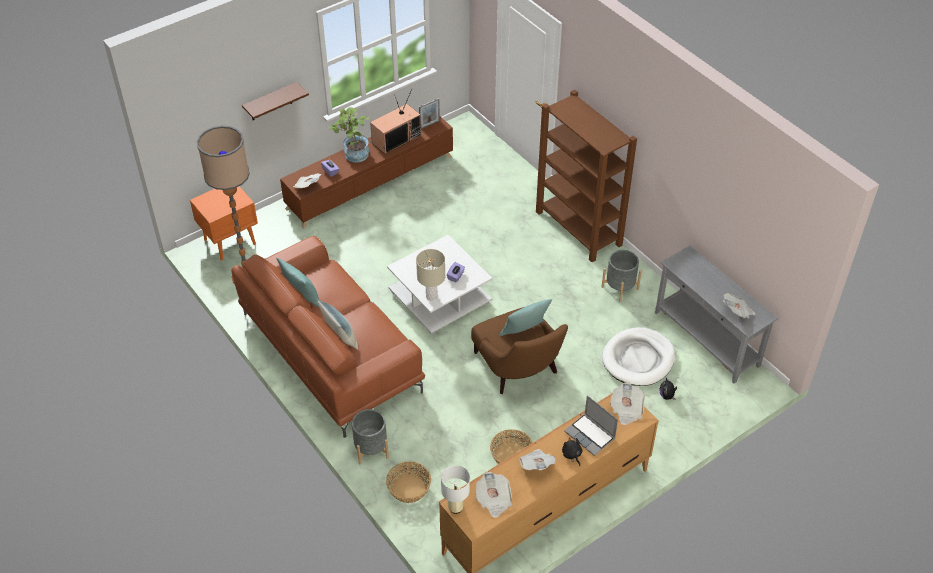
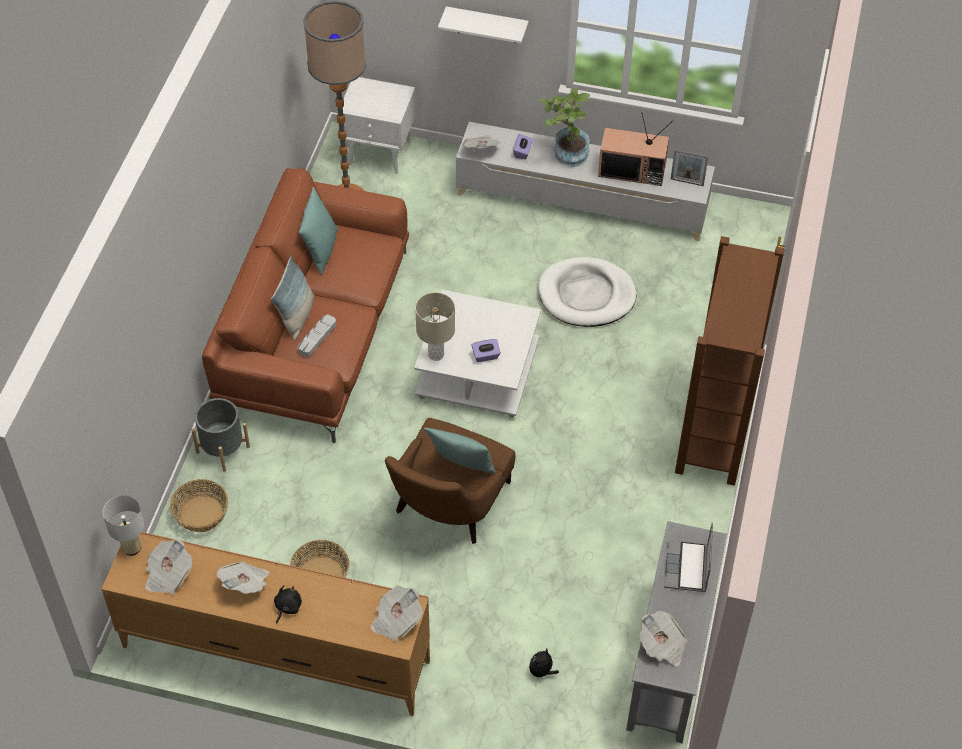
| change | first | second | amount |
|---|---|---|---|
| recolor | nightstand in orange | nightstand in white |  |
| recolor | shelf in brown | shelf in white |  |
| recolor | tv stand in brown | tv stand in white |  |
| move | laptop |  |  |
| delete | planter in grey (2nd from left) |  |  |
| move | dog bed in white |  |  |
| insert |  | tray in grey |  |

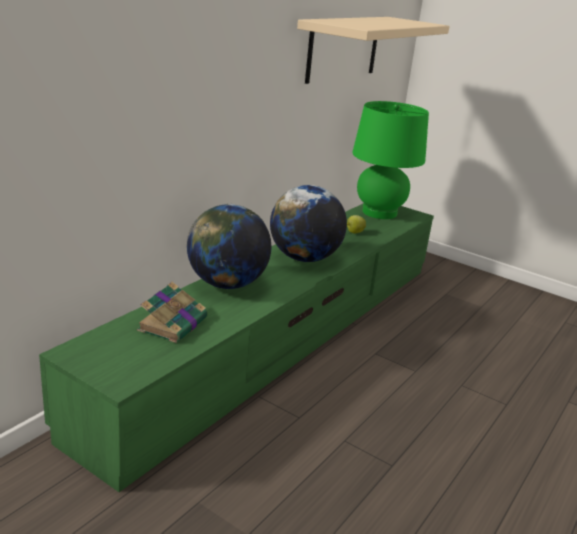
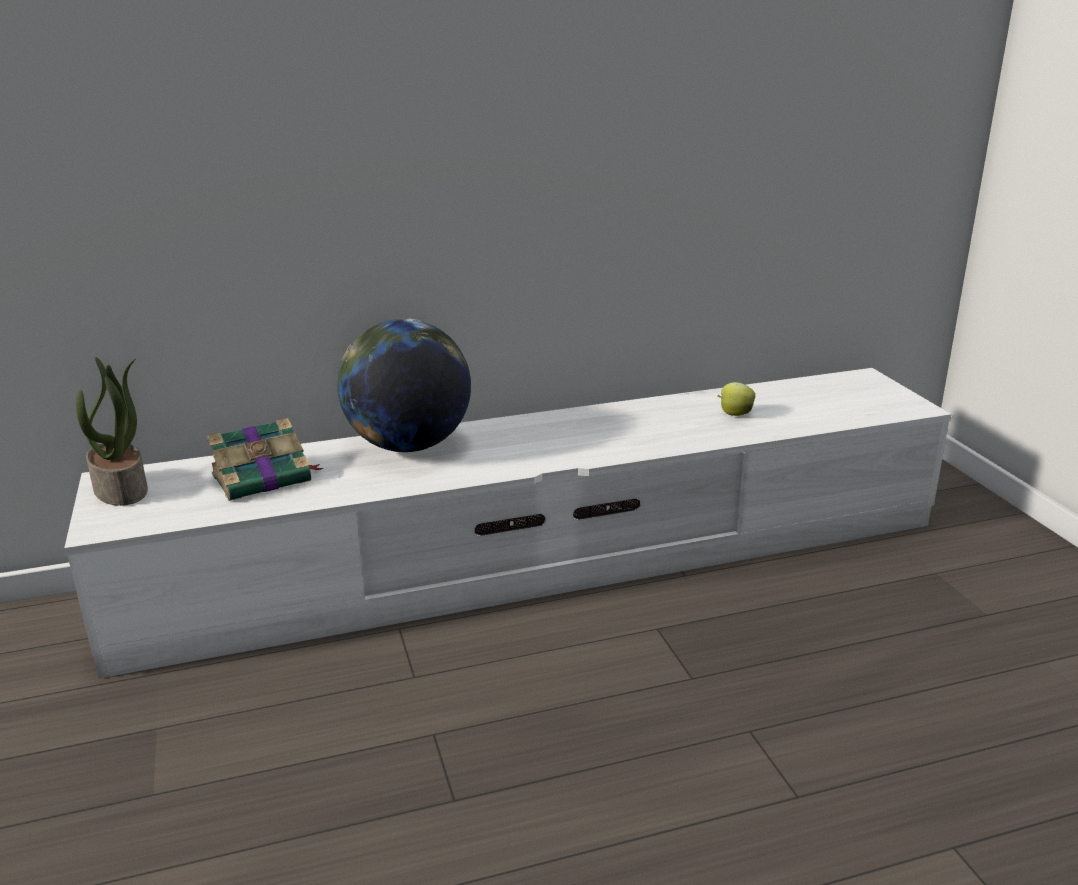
| change | first | second | amount |
|---|---|---|---|
| recolor | tv stand in green | tv stand in white |  |
| delete | globe (2nd from left) |  |  |
| delete | shelf in beige |  |  |
| delete | table lamp in green |  |  |
| insert |  | potted plant |  |

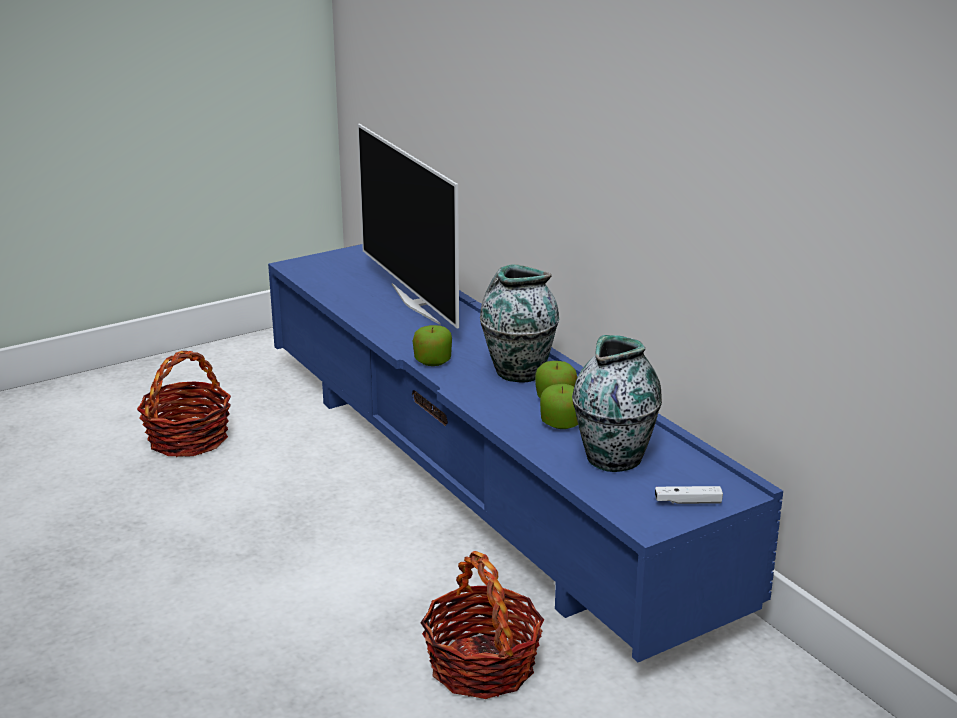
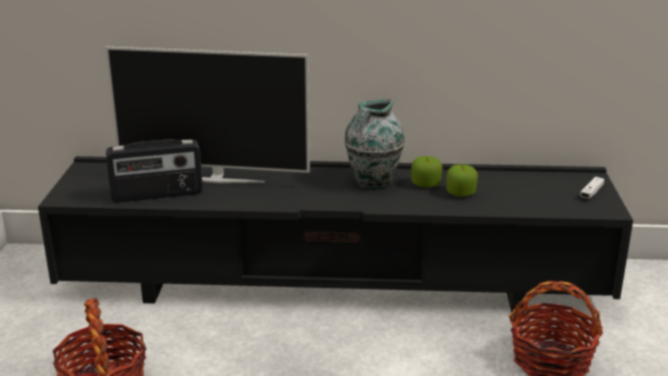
| change | first | second | amount |
|---|---|---|---|
| recolor | tv stand in blue | tv stand in black |  |
| delete | apple (1st from left) |  |  |
| delete | vase (2nd from left) |  |  |
| insert |  | radio |  |

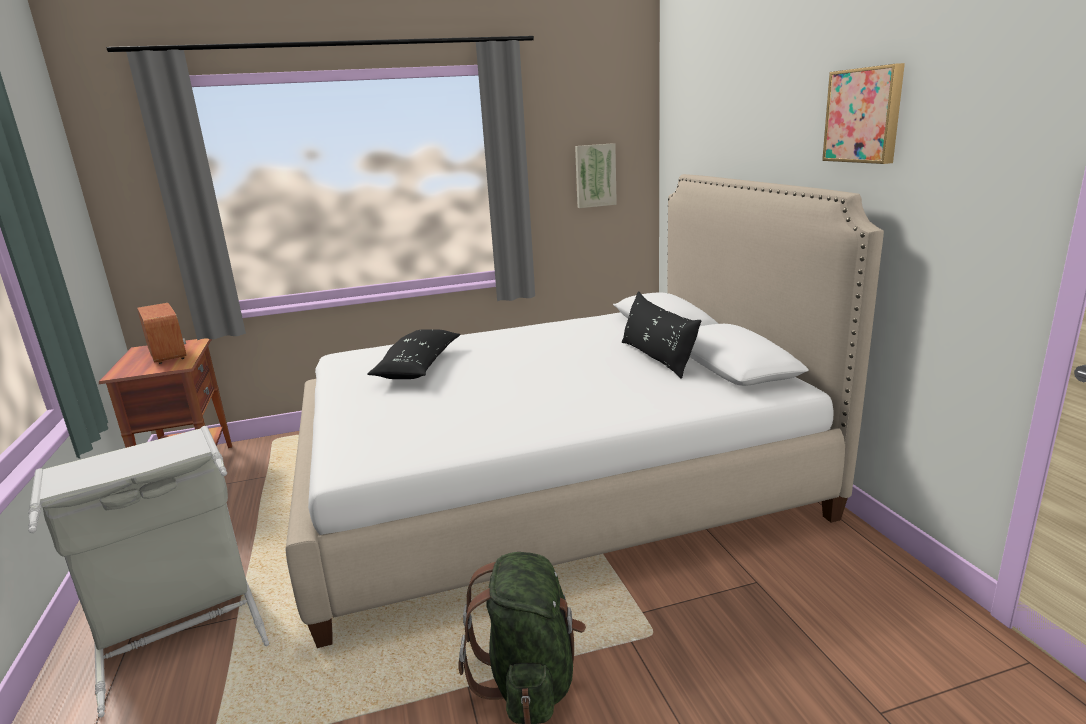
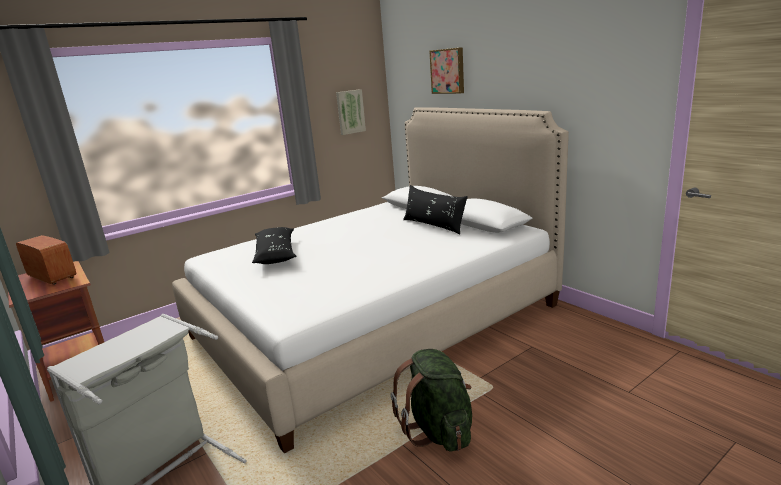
| change | first | second | amount |
|---|---|---|---|
| move | picture (2nd from left) |  |  |

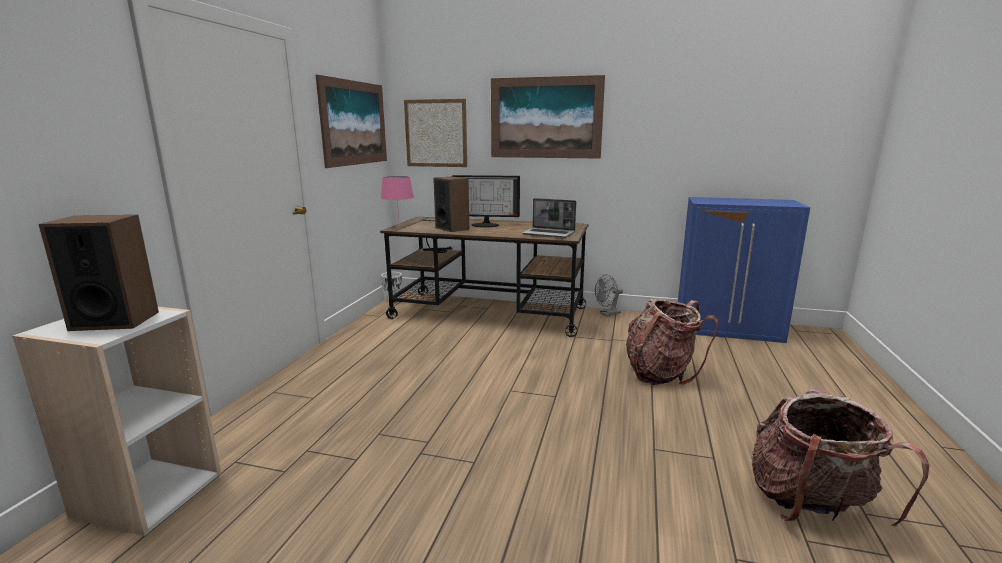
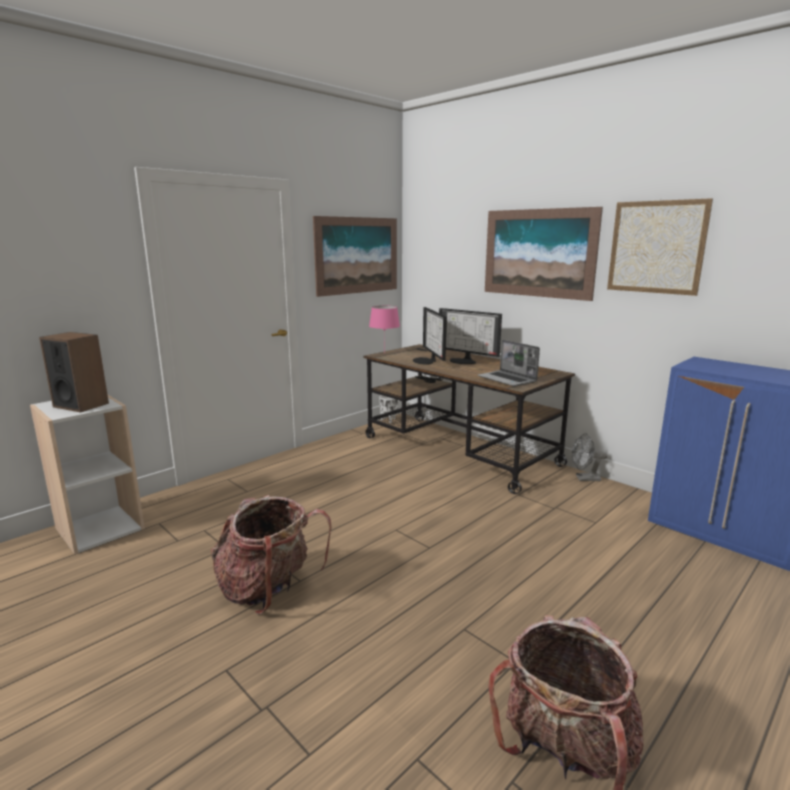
| change | first | second | amount |
|---|---|---|---|
| move | picture (2nd from left in the first image) | picture (3rd from left) |  |
| replace | speaker (2nd from left) | monitor (1st from left) |  |
| move | backpack (1st from left) |  |  |

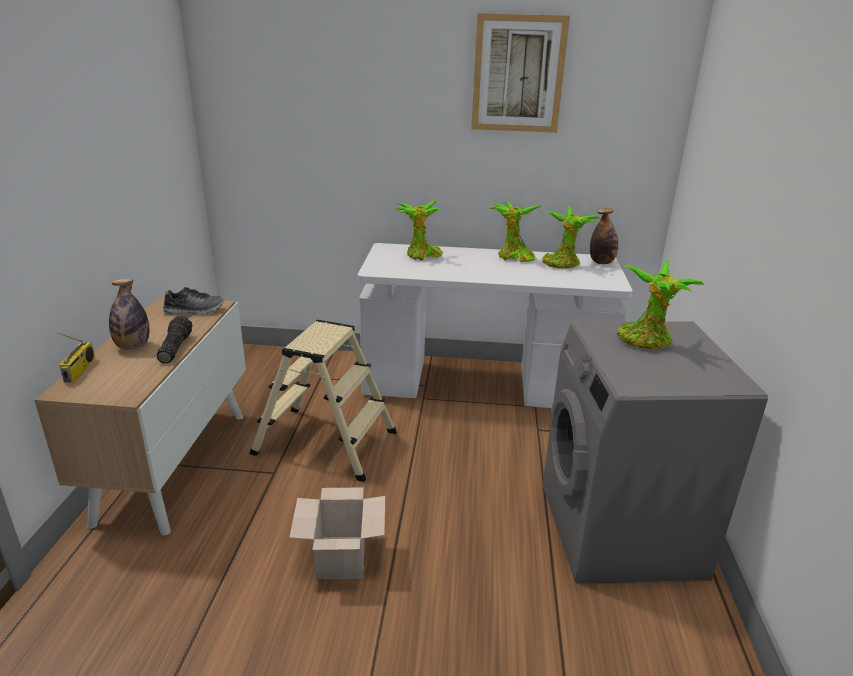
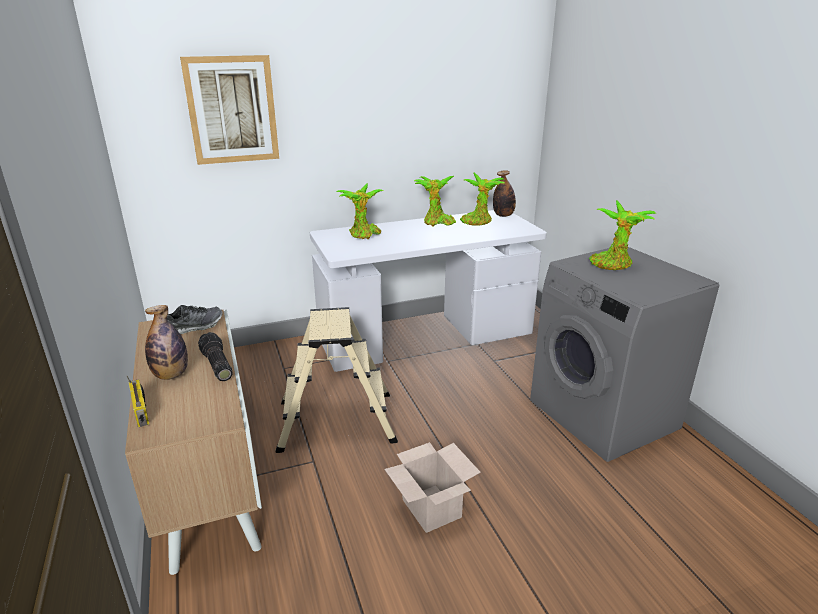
| change | first | second | amount |
|---|---|---|---|
| move | picture |  |  |

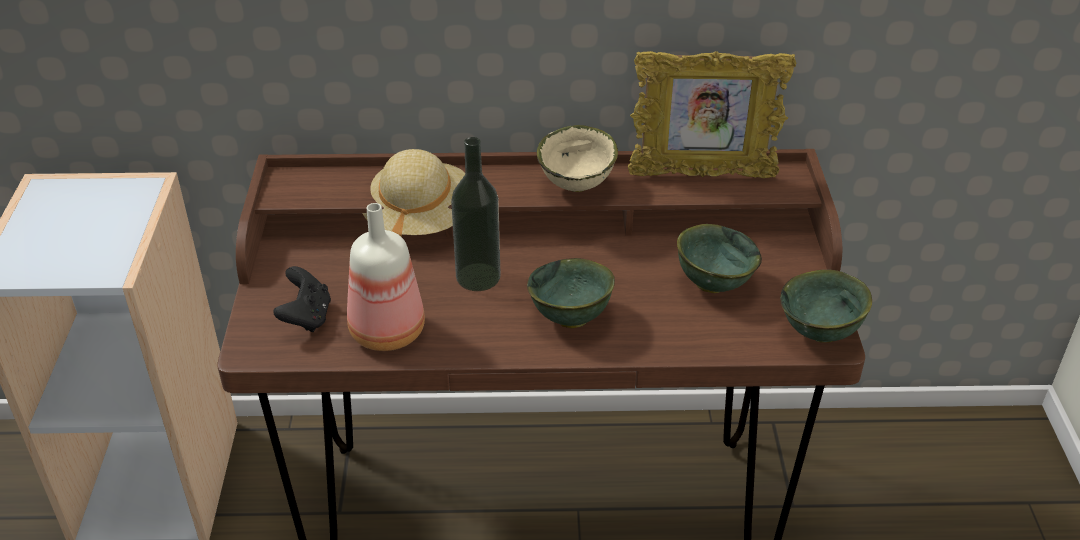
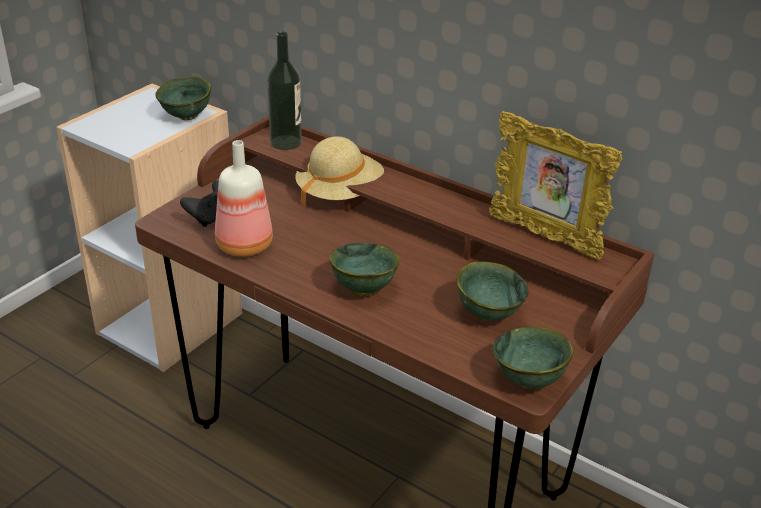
| change | first | second | amount |
|---|---|---|---|
| move | bottle (2nd from left) |  |  |
| delete | bowl in beige |  |  |
| insert |  | bowl in green (1st from left) |  |

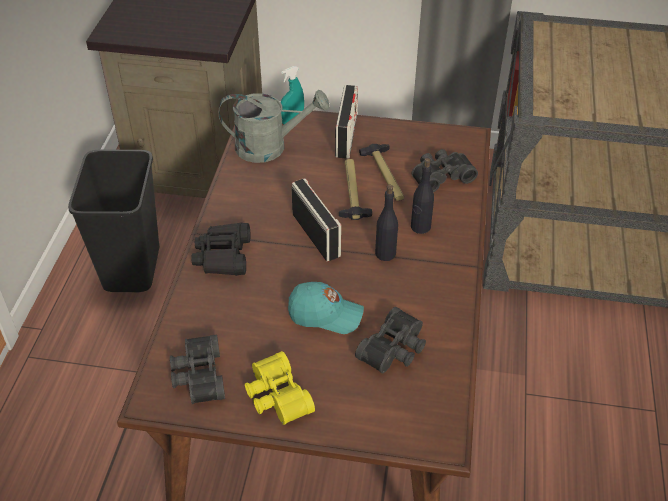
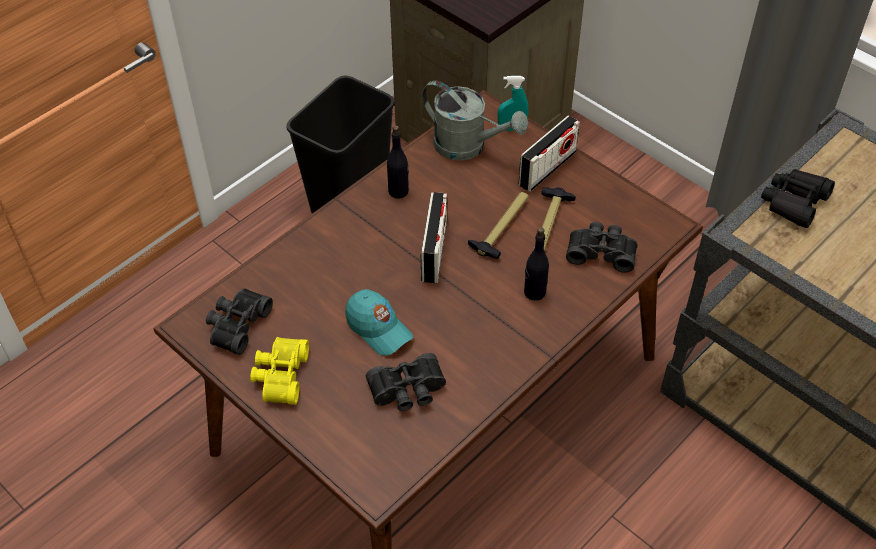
| change | first | second | amount |
|---|---|---|---|
| move | binoculars in black (2nd from left in the first image) | binoculars in black (4th from left) |  |
| move | bottle in black (1st from left) |  |  |

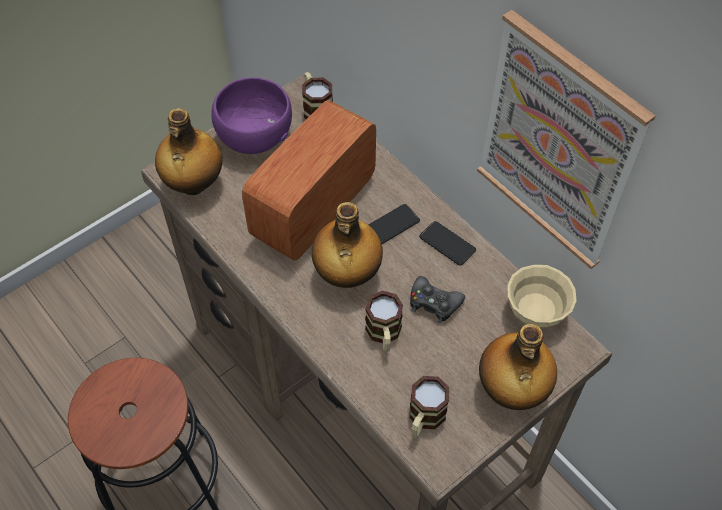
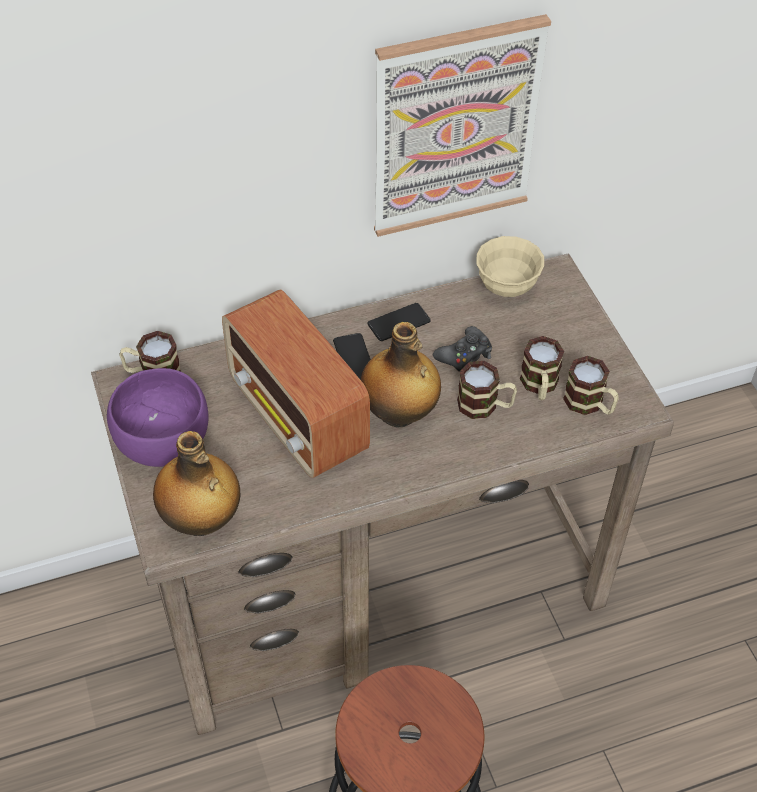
| change | first | second | amount |
|---|---|---|---|
| delete | bottle (3rd from left) |  |  |
| insert |  | mug (3rd from left) |  |

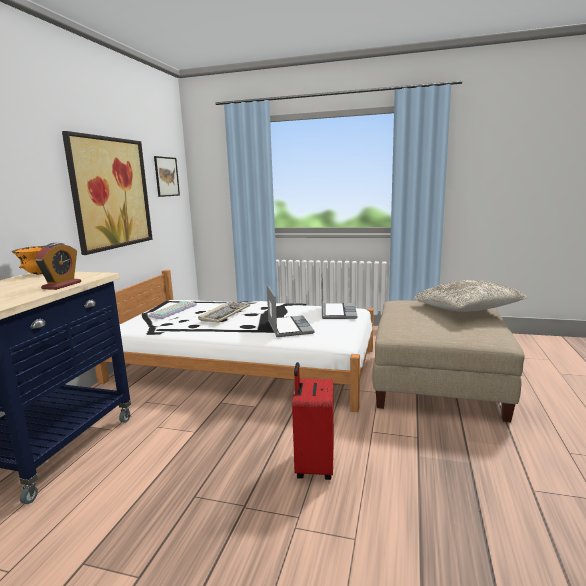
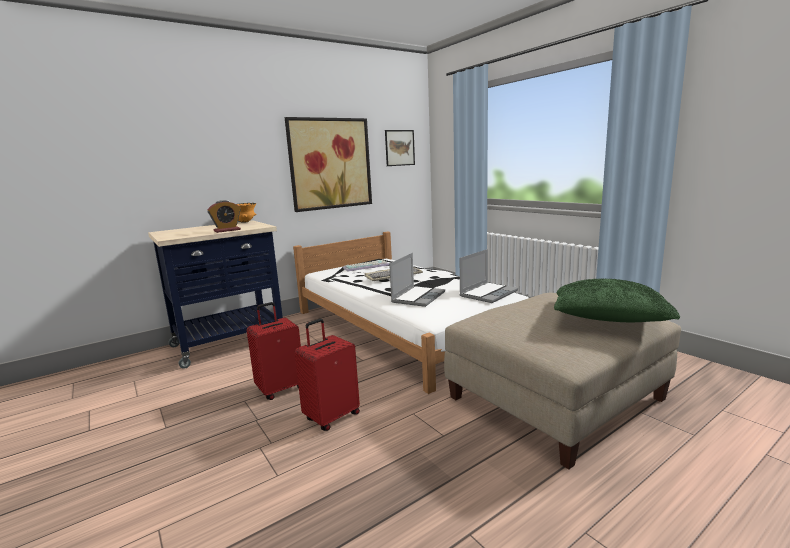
| change | first | second | amount |
|---|---|---|---|
| recolor | pillow in beige | pillow in green |  |
| insert |  | suitcase in red (1st from left) |  |

